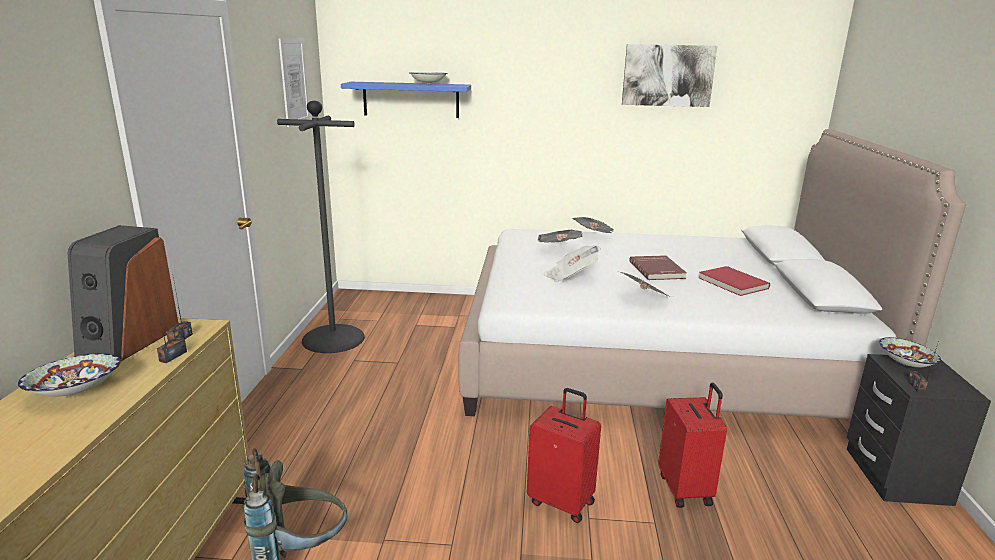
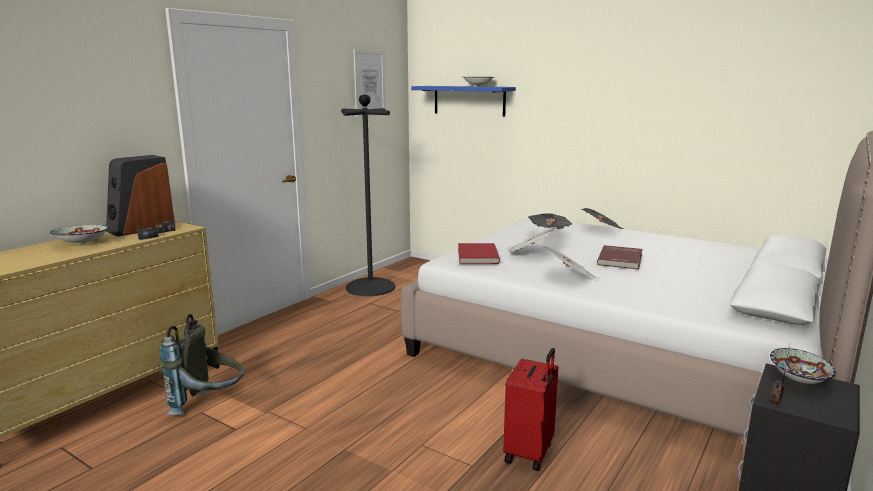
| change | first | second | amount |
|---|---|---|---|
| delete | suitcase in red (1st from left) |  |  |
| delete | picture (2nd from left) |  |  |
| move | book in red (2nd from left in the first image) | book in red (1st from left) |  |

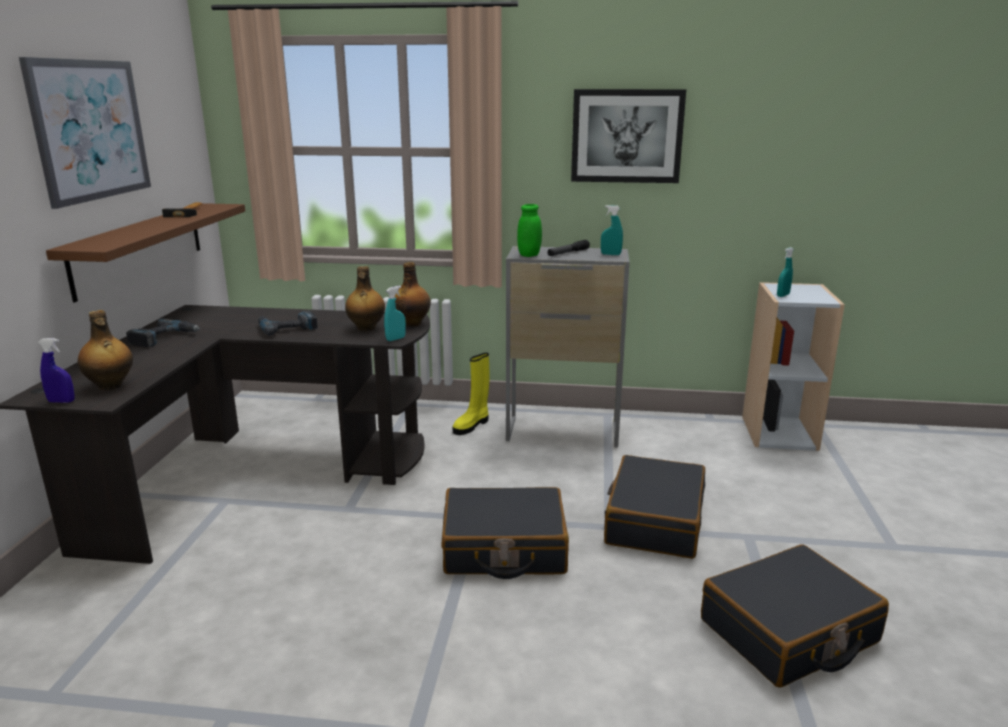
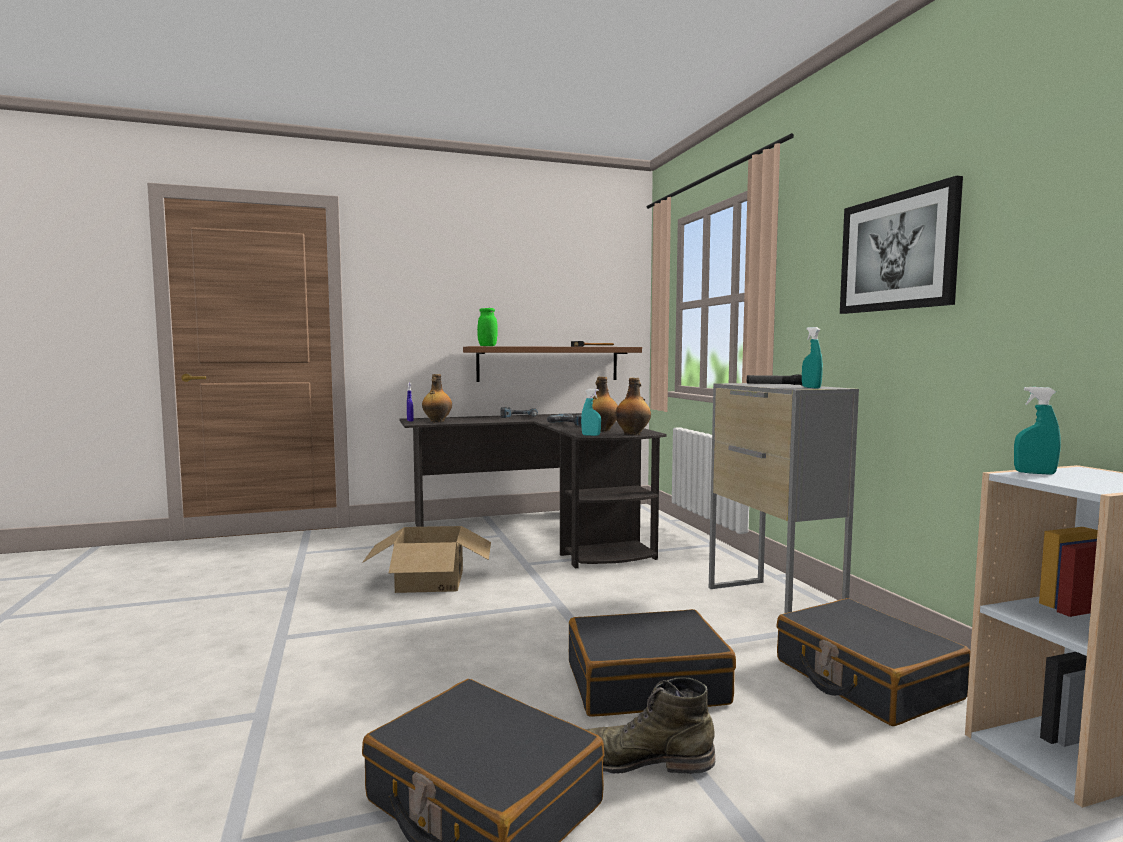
| change | first | second | amount |
|---|---|---|---|
| delete | picture (1st from left) |  |  |
| move | suitcase in black (1st from left in the first image) | suitcase in black (3rd from left) |  |
| delete | boot in yellow |  |  |
| move | jar in green |  |  |
| insert |  | cardboard box |  |
| insert |  | boot in green |  |

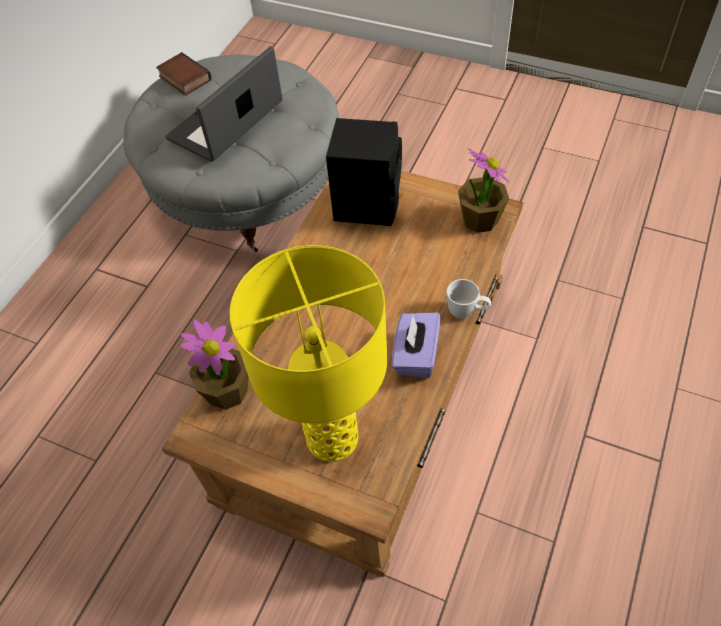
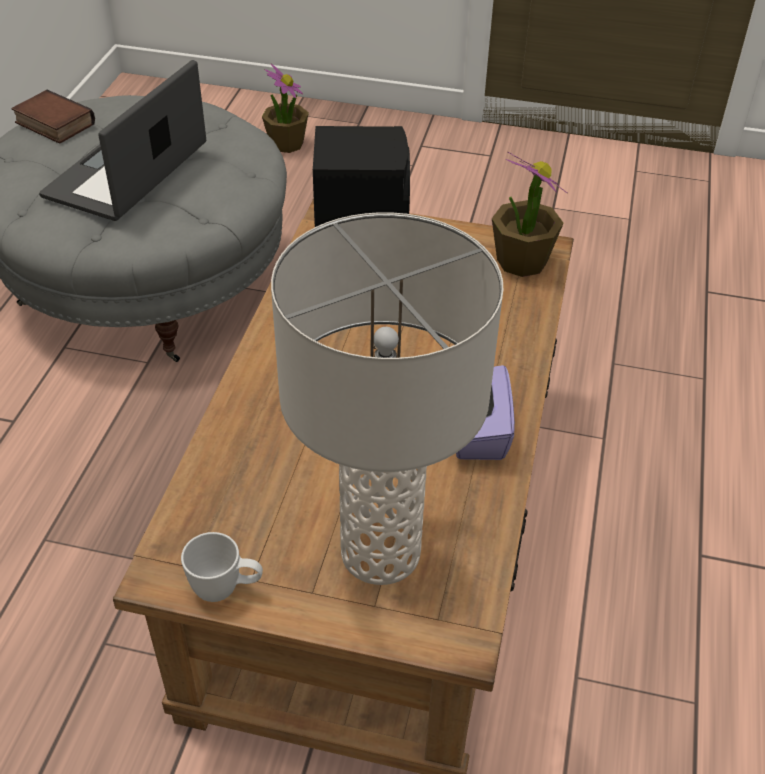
| change | first | second | amount |
|---|---|---|---|
| move | potted plant (1st from left) |  |  |
| recolor | table lamp in yellow | table lamp in white |  |
| move | mug in white |  |  |

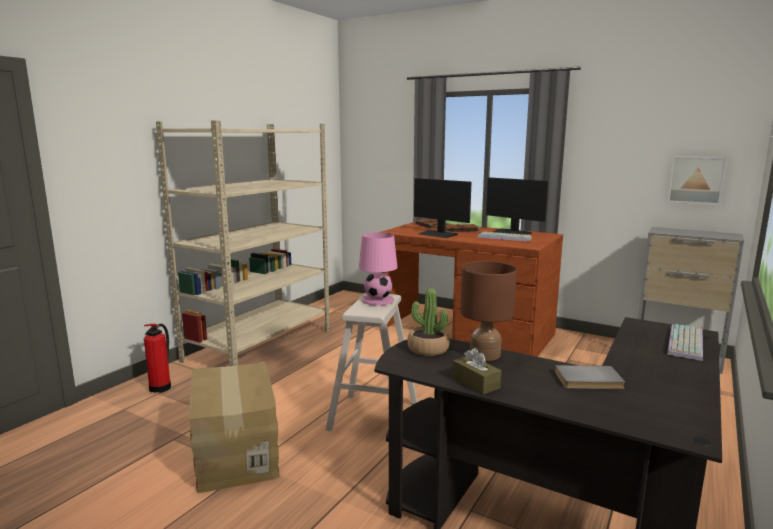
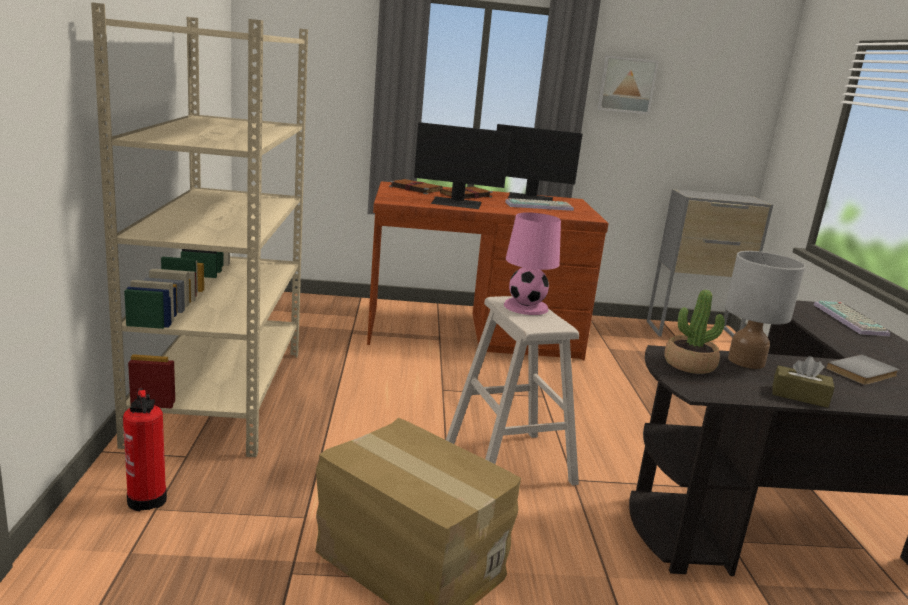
| change | first | second | amount |
|---|---|---|---|
| recolor | table lamp in brown | table lamp in grey |  |
| move | picture |  |  |

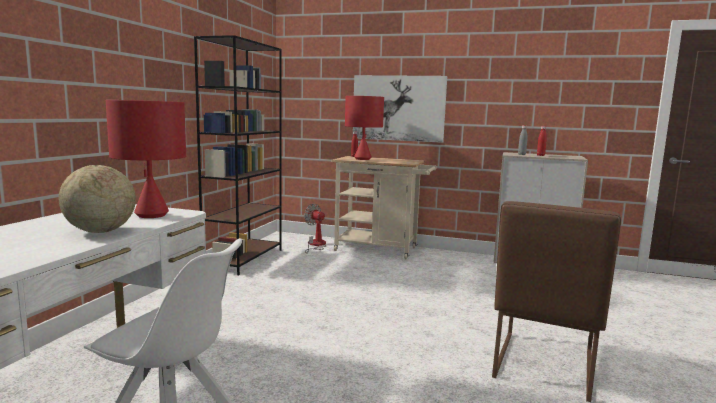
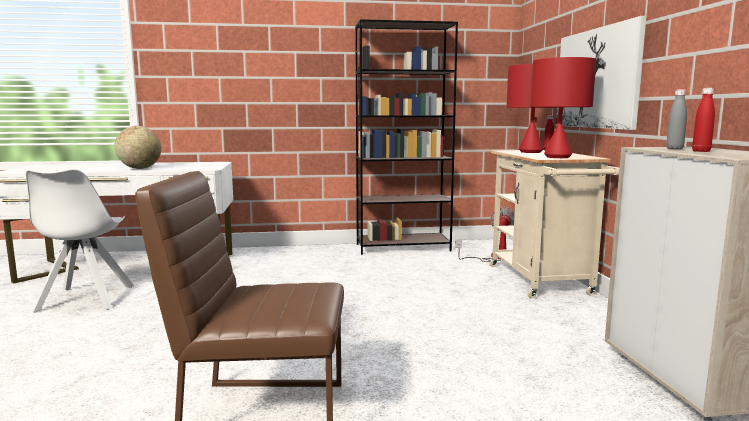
| change | first | second | amount |
|---|---|---|---|
| move | table lamp in red (1st from left in the first image) | table lamp in red (2nd from left) |  |

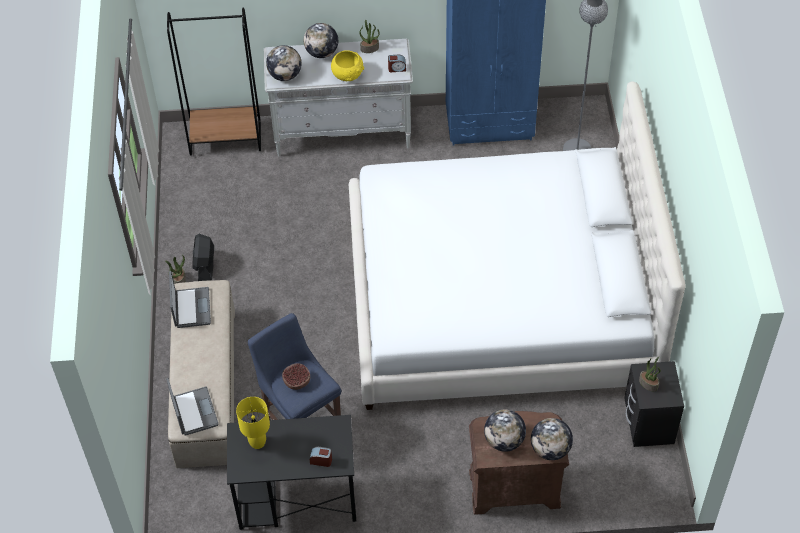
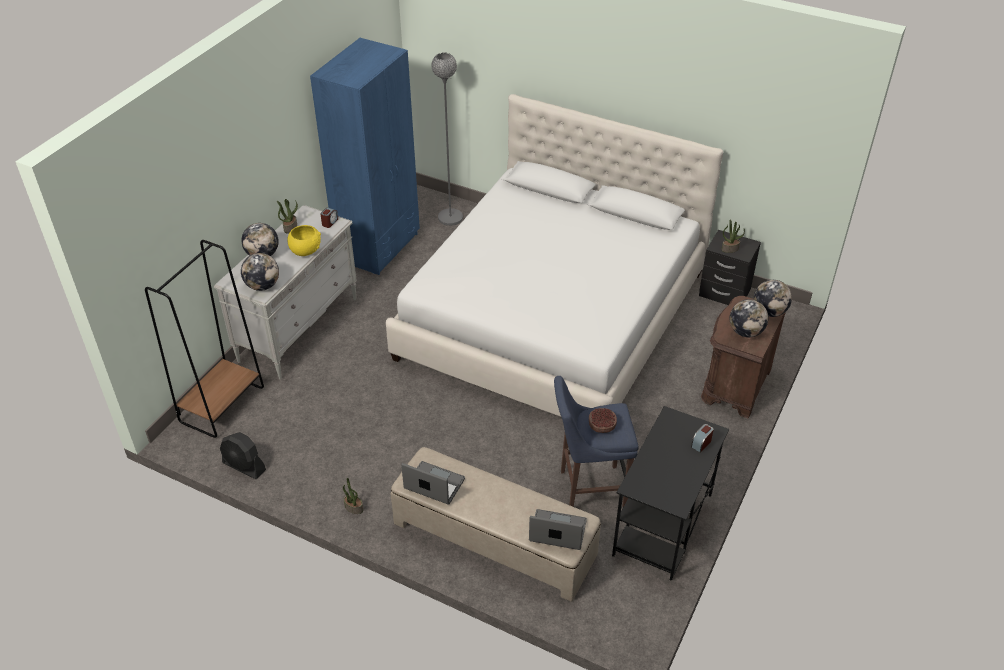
| change | first | second | amount |
|---|---|---|---|
| move | fan in black |  |  |
| delete | table lamp in yellow |  |  |

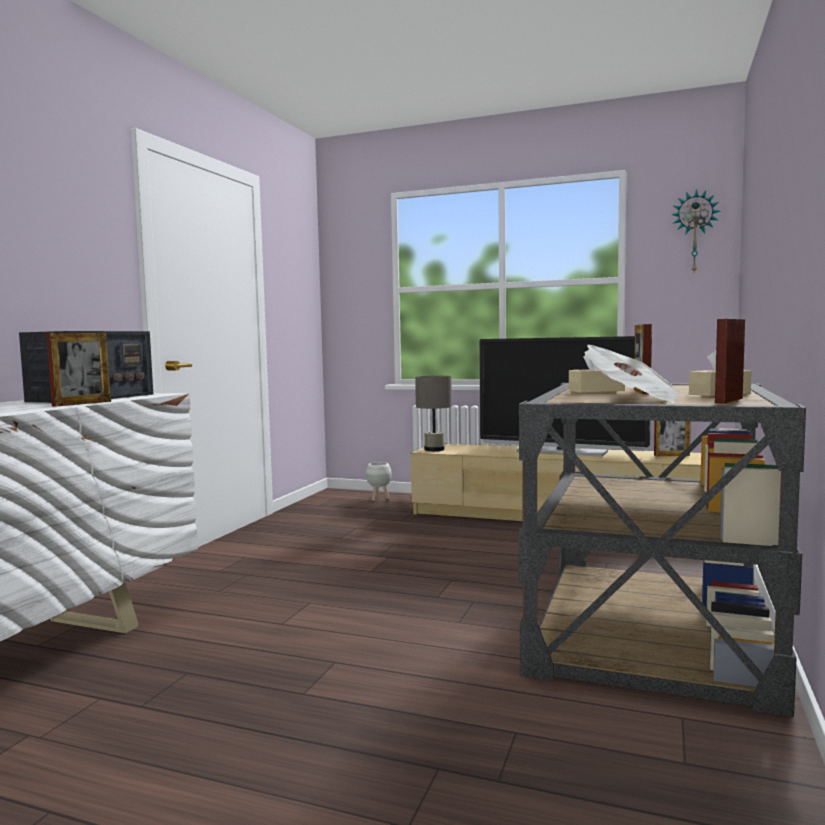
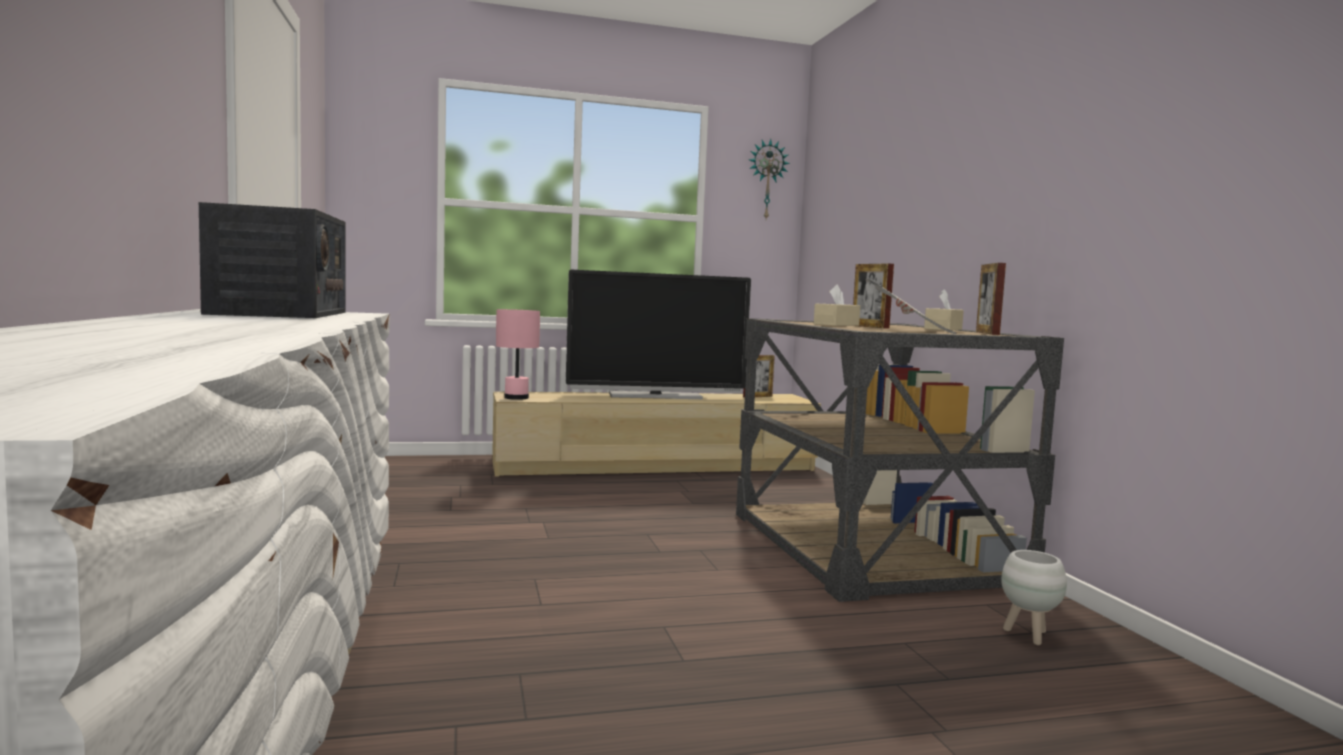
| change | first | second | amount |
|---|---|---|---|
| delete | picture frame (1st from left) |  |  |
| move | planter in white |  |  |
| recolor | table lamp in grey | table lamp in pink |  |

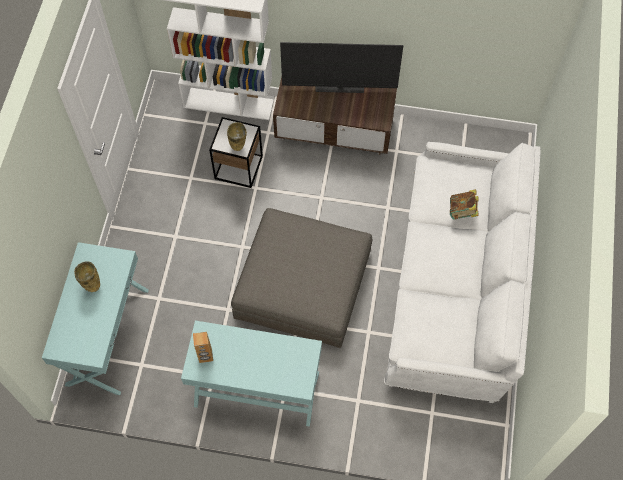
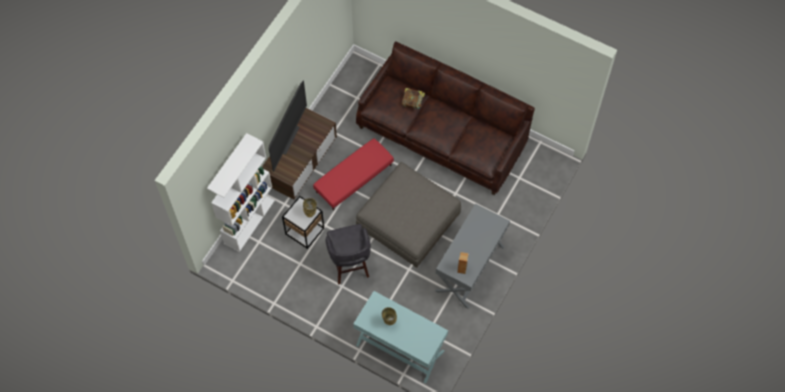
| change | first | second | amount |
|---|---|---|---|
| recolor | console table in turquoise (2nd from left) | console table in grey |  |
| recolor | sofa in white | sofa in brown |  |
| insert |  | ottoman in red |  |
| insert |  | stool in grey |  |

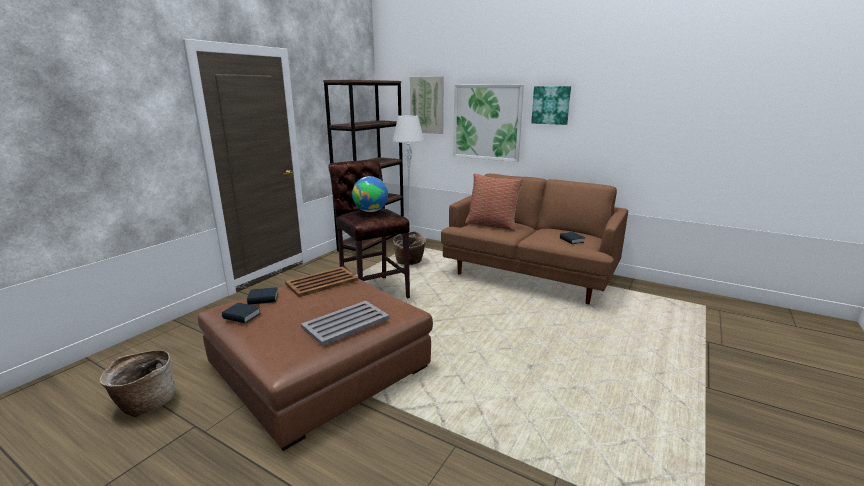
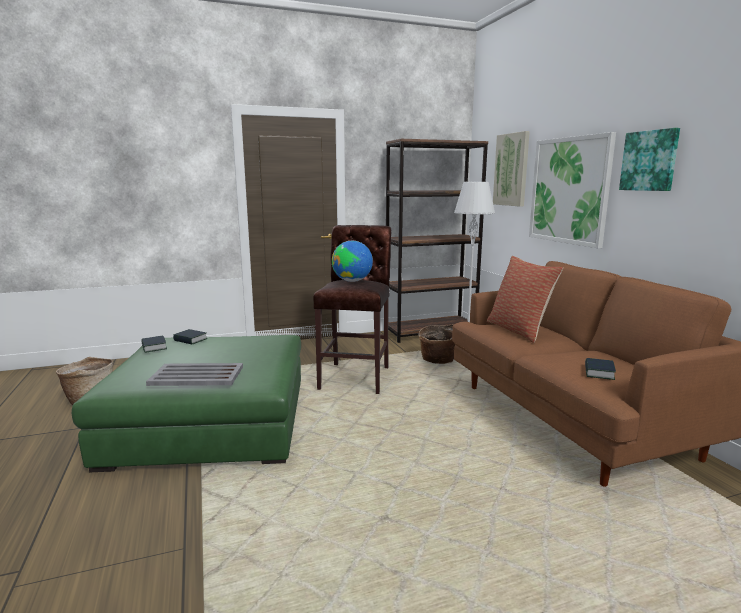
| change | first | second | amount |
|---|---|---|---|
| recolor | ottoman in brown | ottoman in green |  |
| delete | tray in brown |  |  |

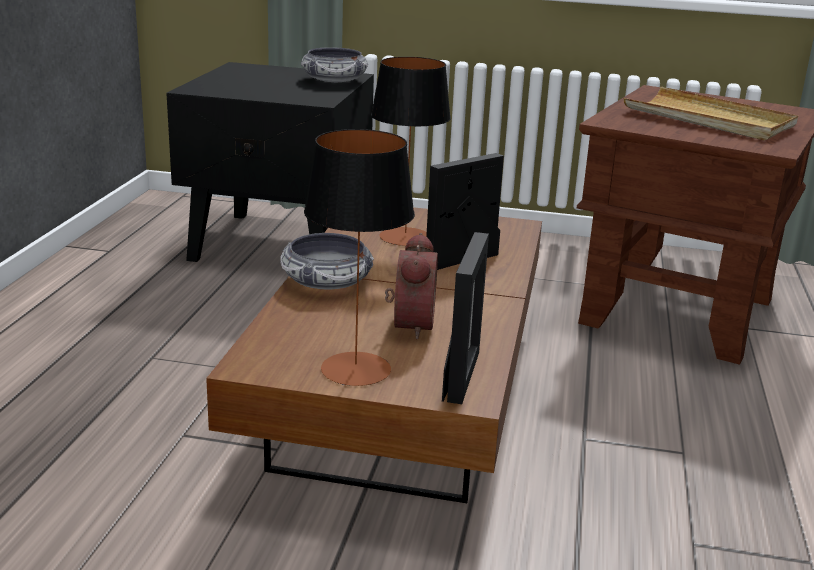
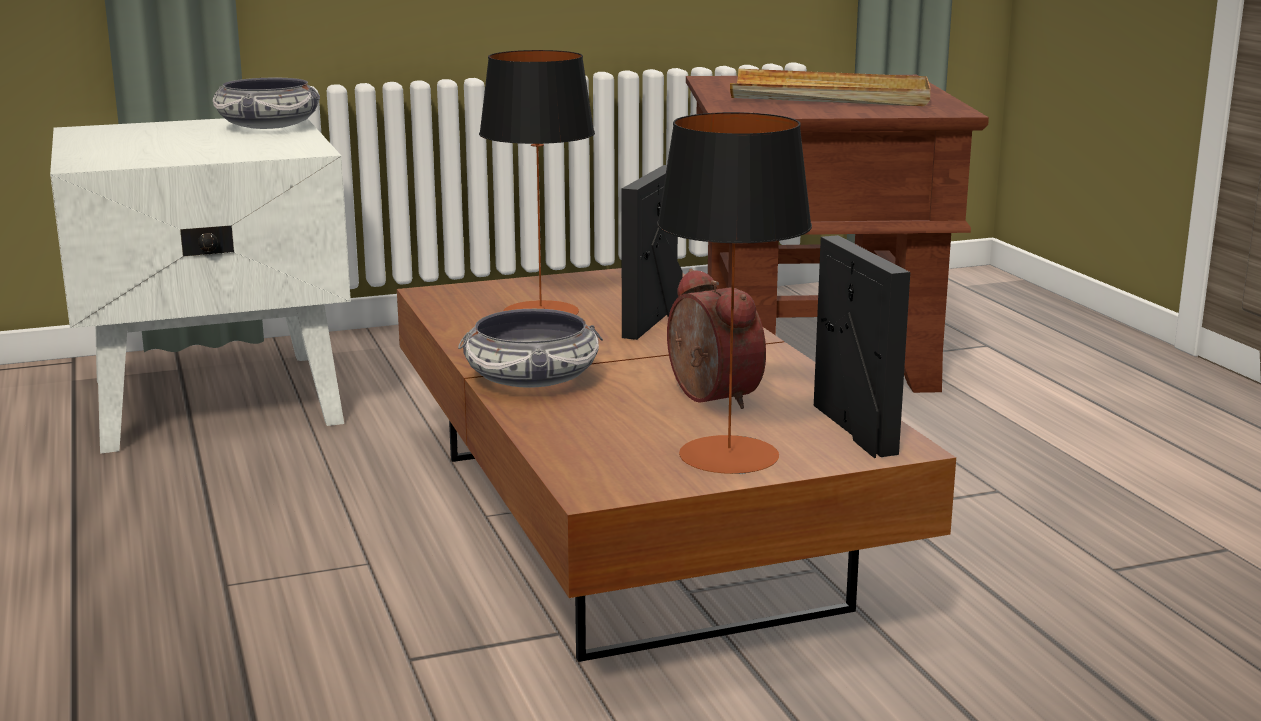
| change | first | second | amount |
|---|---|---|---|
| recolor | nightstand in black | nightstand in white |  |

